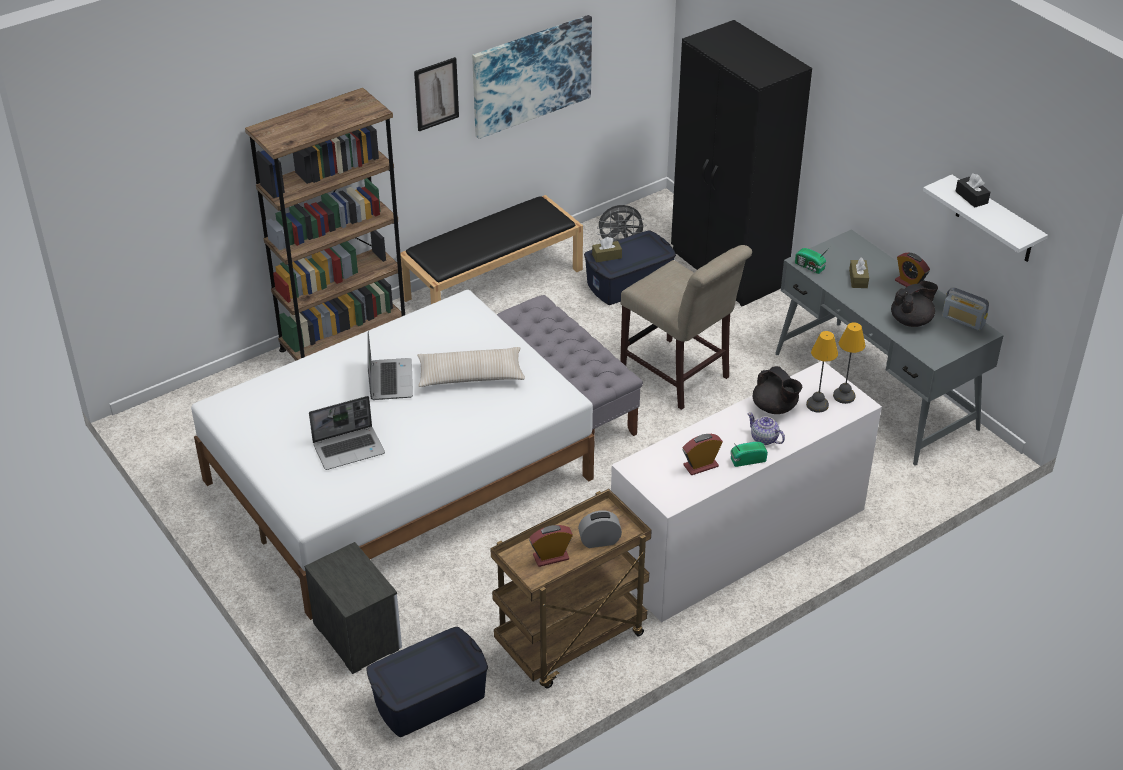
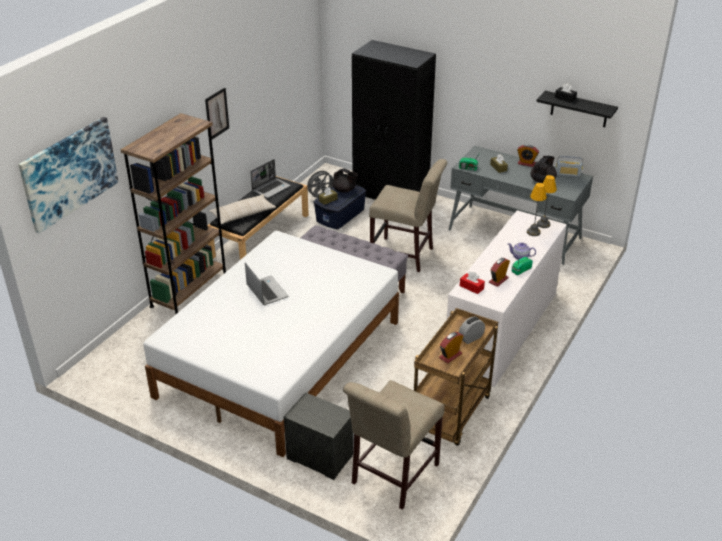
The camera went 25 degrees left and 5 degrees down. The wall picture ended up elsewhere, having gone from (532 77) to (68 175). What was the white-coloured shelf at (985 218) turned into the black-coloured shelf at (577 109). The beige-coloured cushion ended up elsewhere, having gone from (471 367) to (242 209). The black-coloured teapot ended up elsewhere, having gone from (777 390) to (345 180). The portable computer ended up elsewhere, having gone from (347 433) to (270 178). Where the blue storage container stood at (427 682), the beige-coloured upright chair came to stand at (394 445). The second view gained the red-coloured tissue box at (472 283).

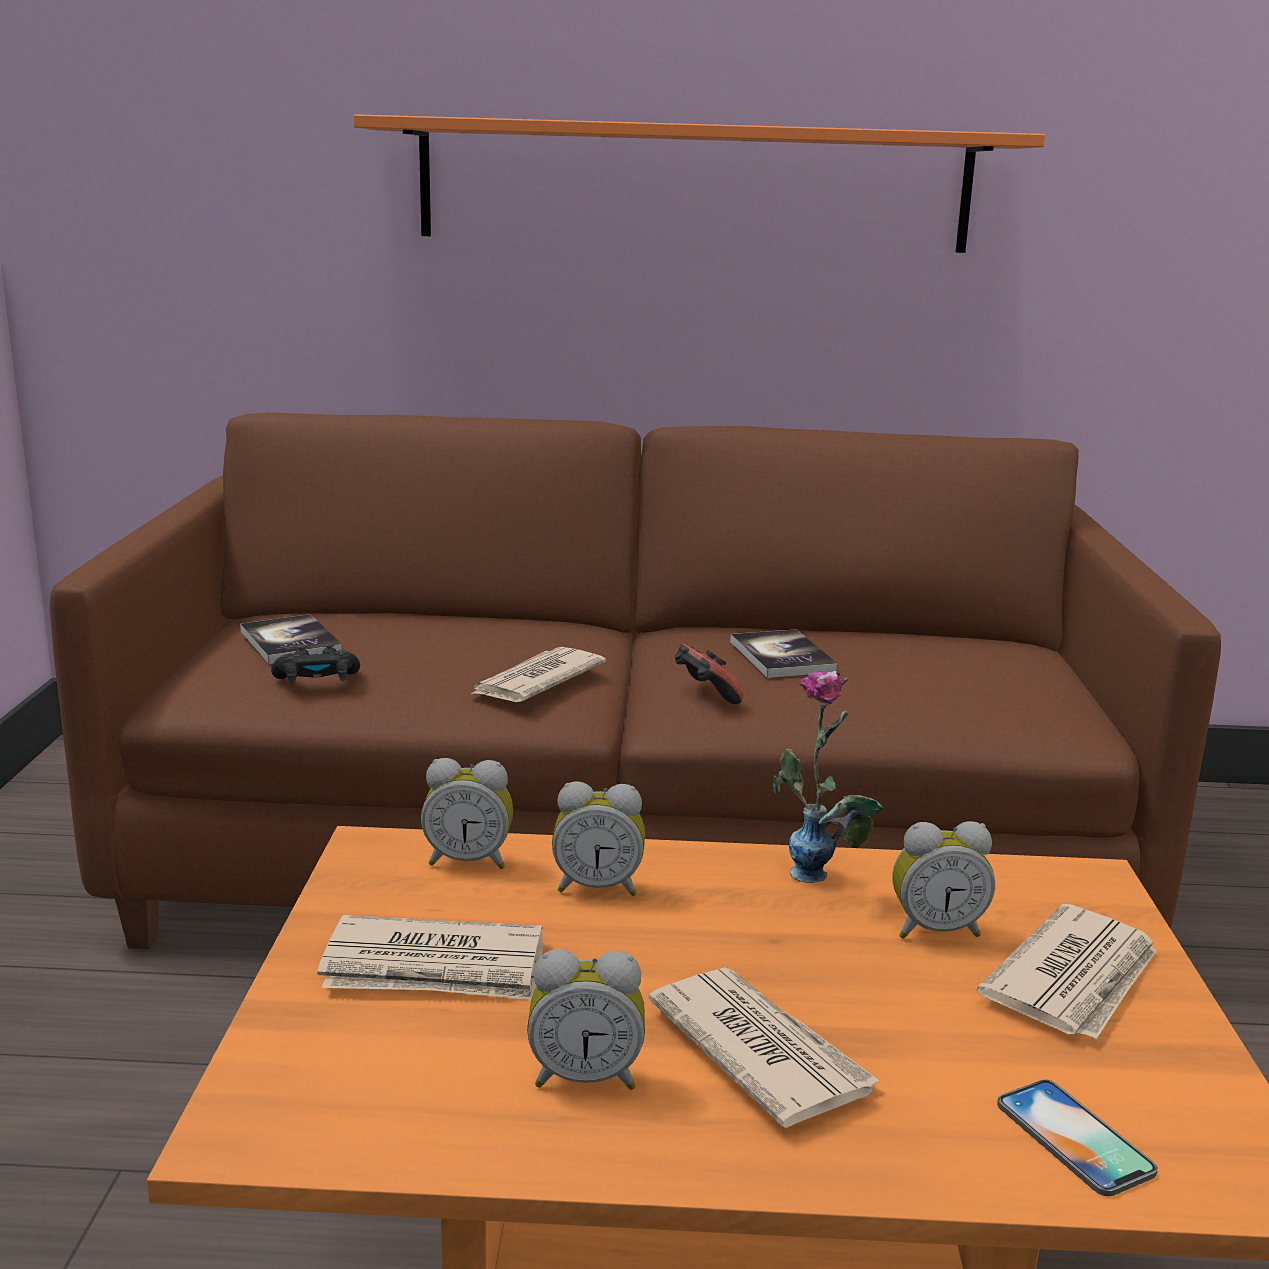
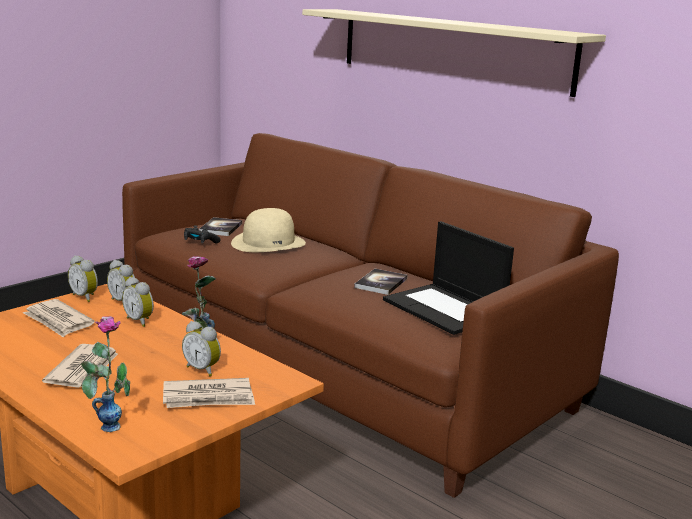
The camera went 40 degrees right and 0 degrees up. What was the orange-coloured shelf at (699 183) turned into the beige-coloured shelf at (454 53). The second view lost the game controller at (709 674). The second view lost the printed paper at (538 674). The bedside clock ended up elsewhere, having gone from (586 1019) to (83 278). Where the telephone stood at (1077 1137), the flower vase came to stand at (105 374). The second view gained the beige-coloured hat at (268 230). The second view gained the portable computer at (448 278).

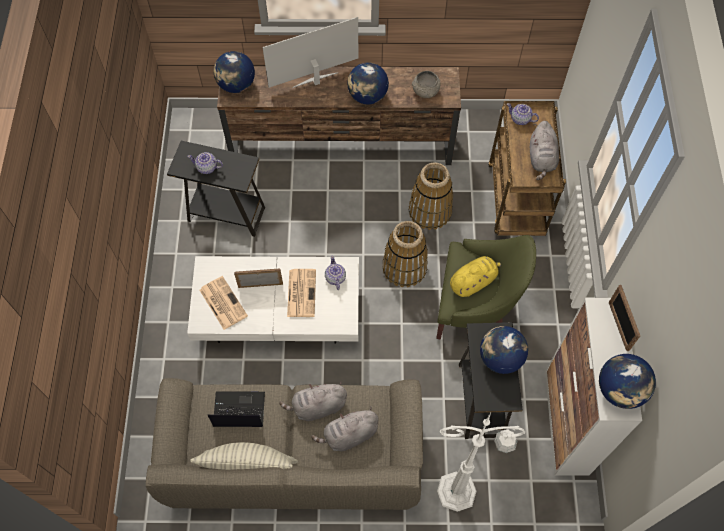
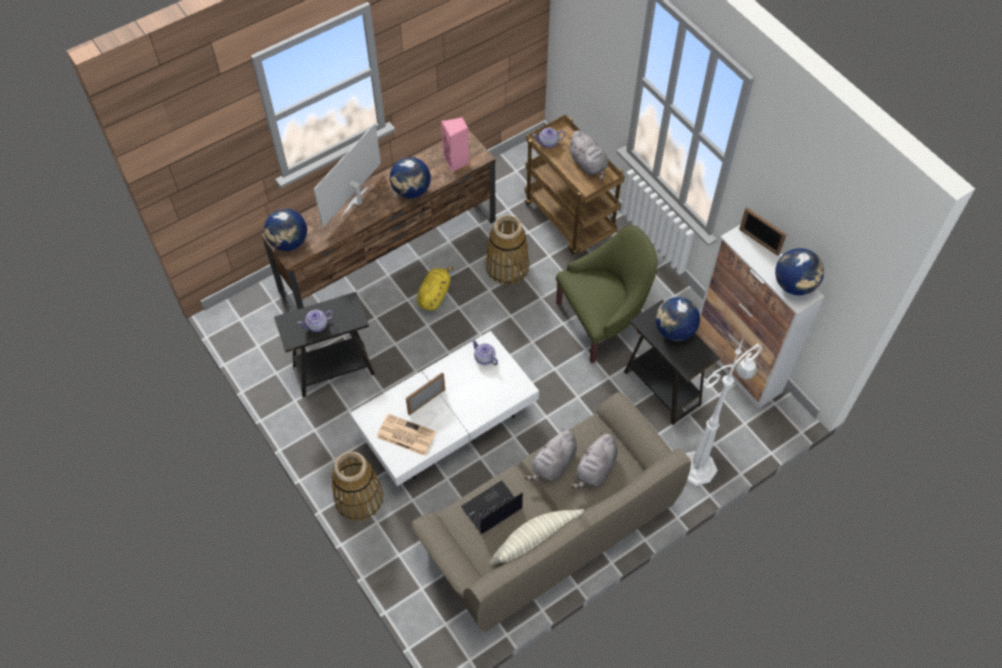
The camera went 35 degrees left and 5 degrees down. Where the greyish serving bowl stood at (426 84), the pinkish loudspeaker came to stand at (455 144). The household basket ended up elsewhere, having gone from (405 254) to (357 486). The yellowish soft toy ended up elsewhere, having gone from (475 276) to (435 289). The second view lost the printed paper at (301 293).

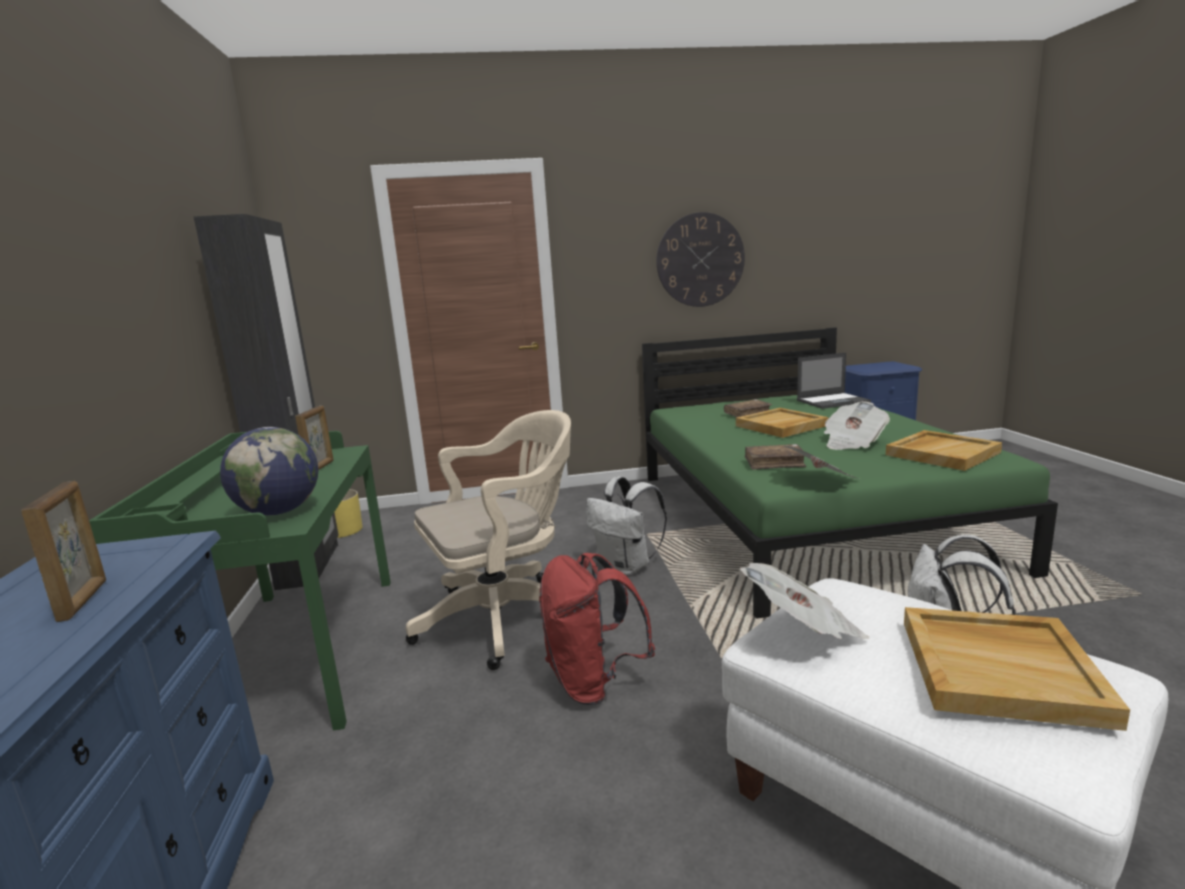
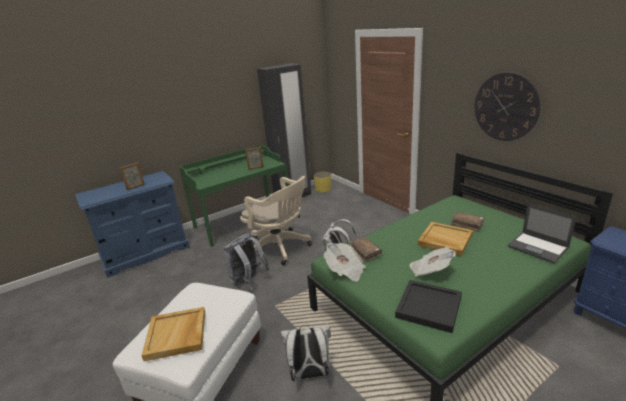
The camera went 65 degrees right and 10 degrees up. The second view lost the globe at (269 471). What was the beige-coloured serving tray at (944 450) turned into the black-coloured serving tray at (428 306). What was the red-coloured backpack at (597 629) turned into the greyish backpack at (247 259). The second view lost the printed paper at (804 601).

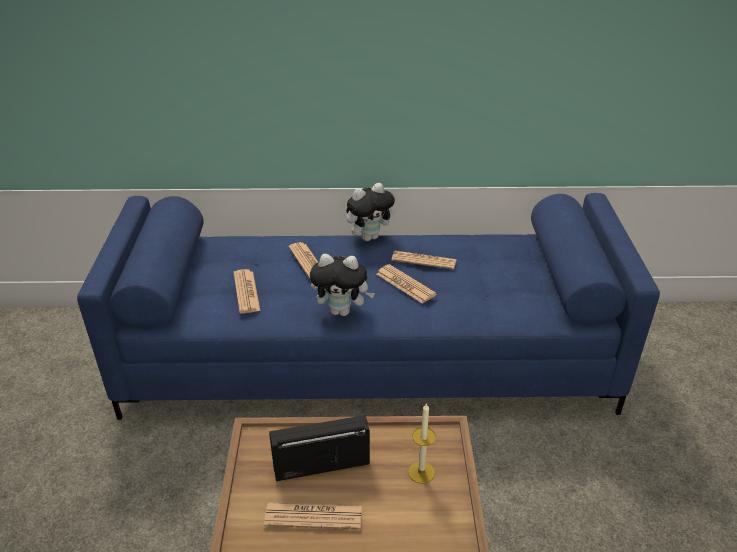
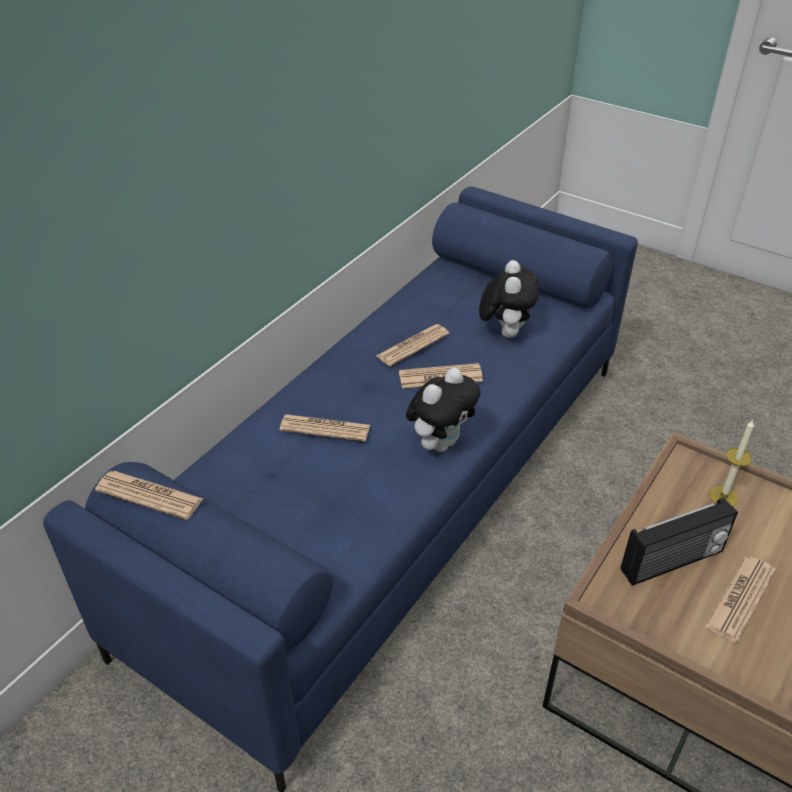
The camera went 55 degrees left and 5 degrees up. The soft toy ended up elsewhere, having gone from (371 212) to (509 299). The printed paper ended up elsewhere, having gone from (247 291) to (149 495). The radio set at (319 448) ended up facing another way, 135 degrees counterclockwise from before.

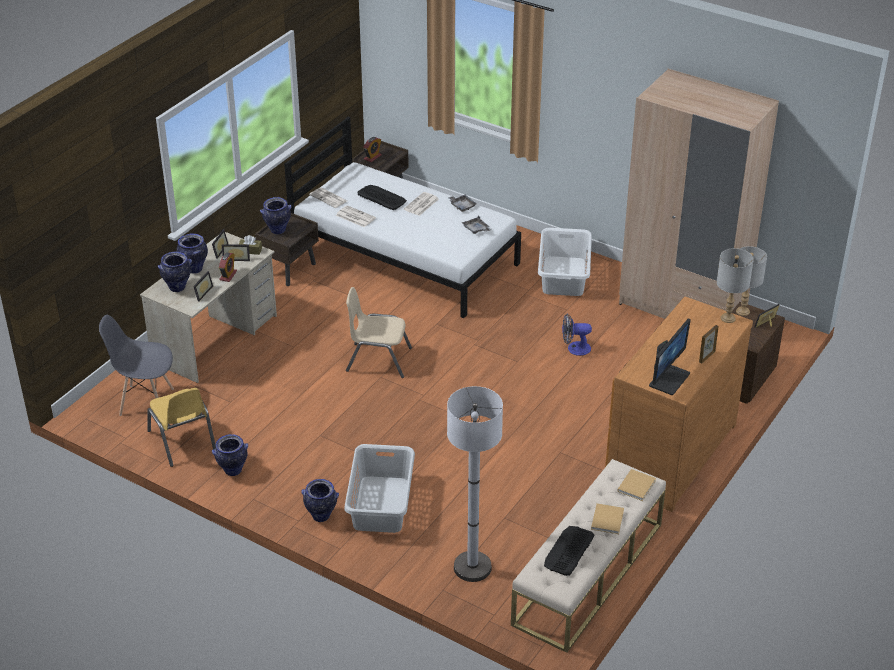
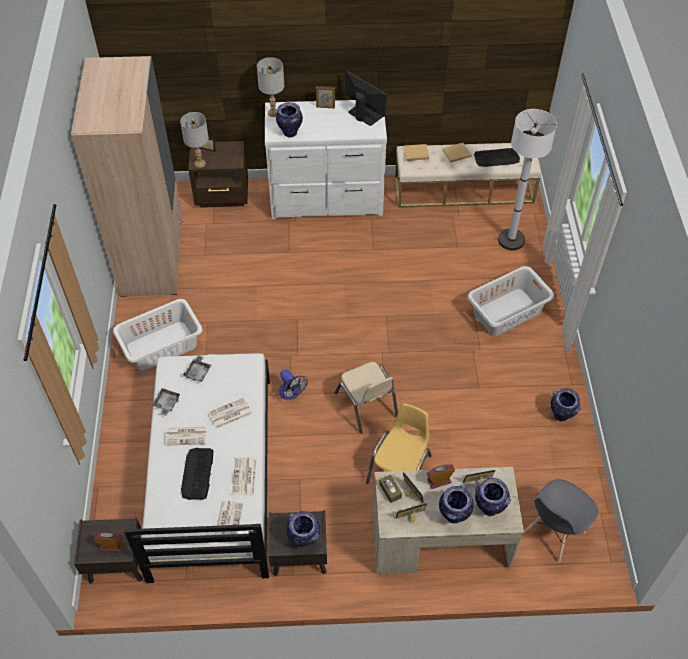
The camera went 125 degrees left and 15 degrees up. What was the brown dresser at (679 404) turned into the white-coloured dresser at (326 159). The fan ended up elsewhere, having gone from (577 335) to (293 384). The greyish upright chair at (136 365) ended up facing another way, 75 degrees clockwise from before. The monitor at (670 356) ended up facing another way, 45 degrees clockwise from before. The yellowish upright chair ended up elsewhere, having gone from (181 427) to (399 443). The flower vase ended up elsewhere, having gone from (320 500) to (289 119). The second view gained the printed paper at (230 413).

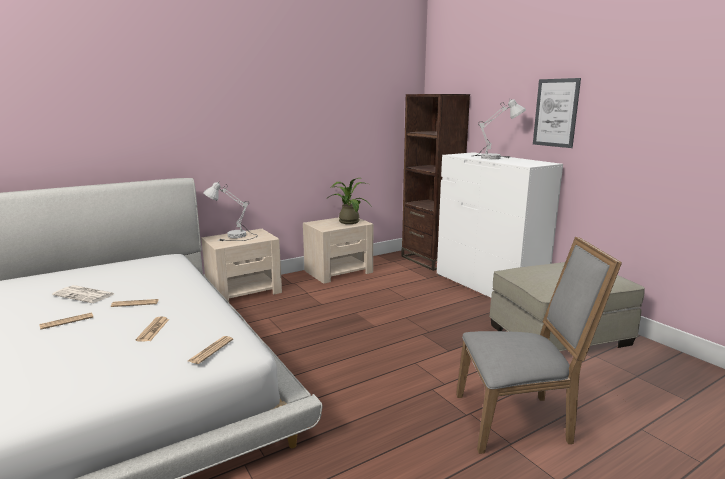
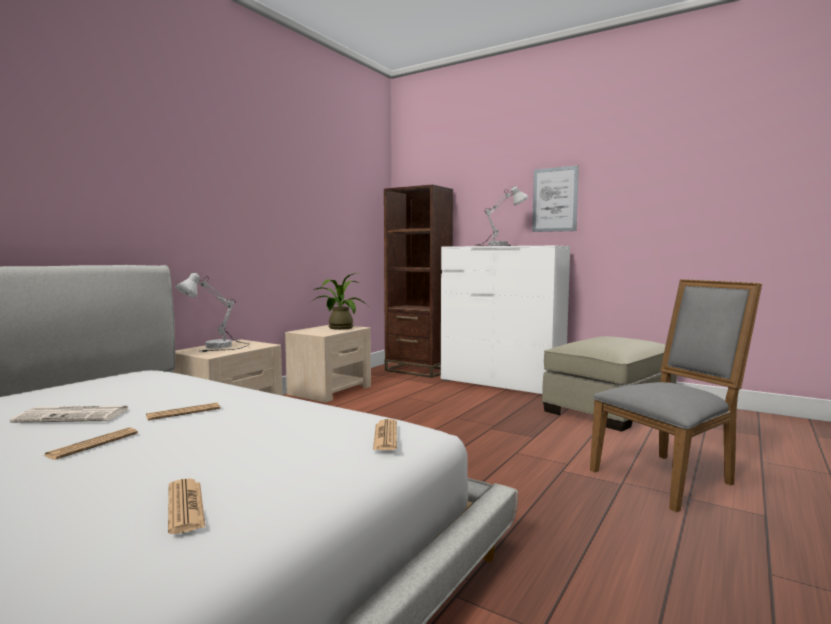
The camera went 25 degrees left and 10 degrees down. The printed paper ended up elsewhere, having gone from (152 328) to (186 506).

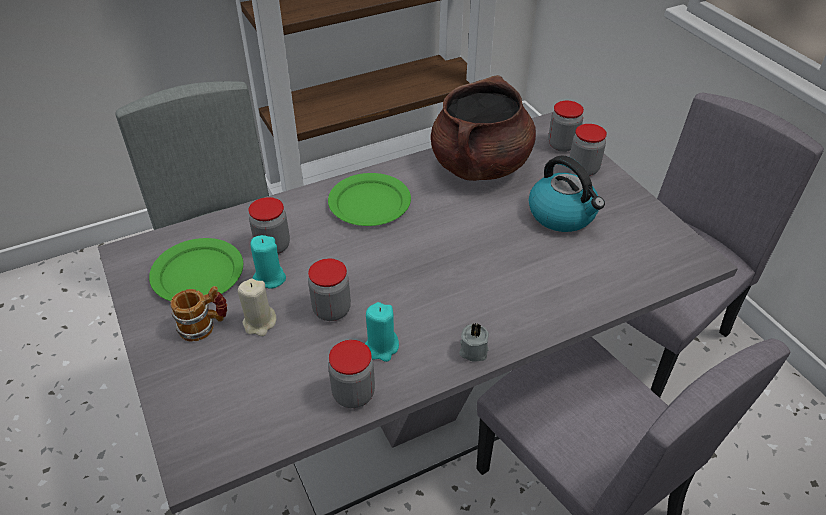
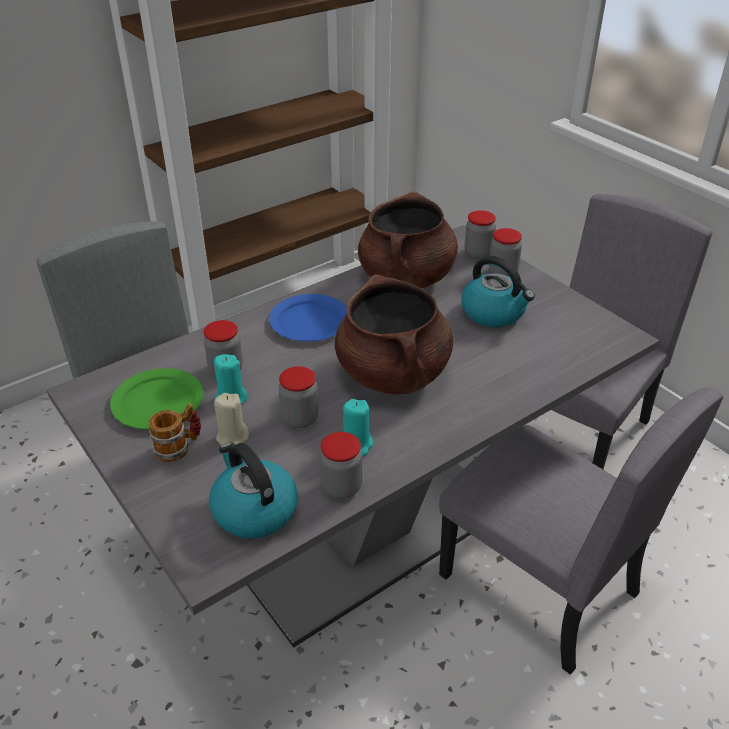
The camera went 10 degrees left and 5 degrees down. What was the green-coloured plate at (369 199) turned into the blue plate at (308 317). The second view lost the greyish wax candle at (474 342). The second view gained the brown saucepot at (394 334). The second view gained the water kettle at (253 490).

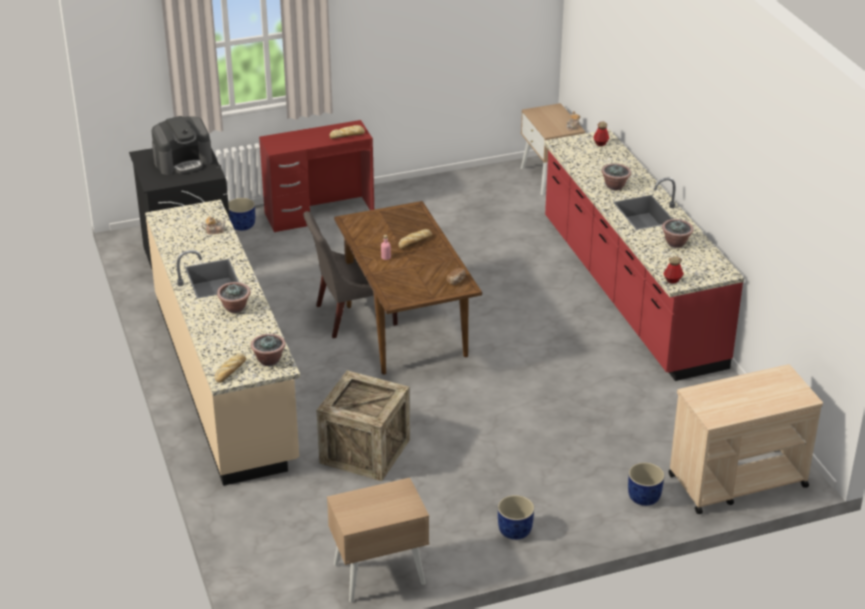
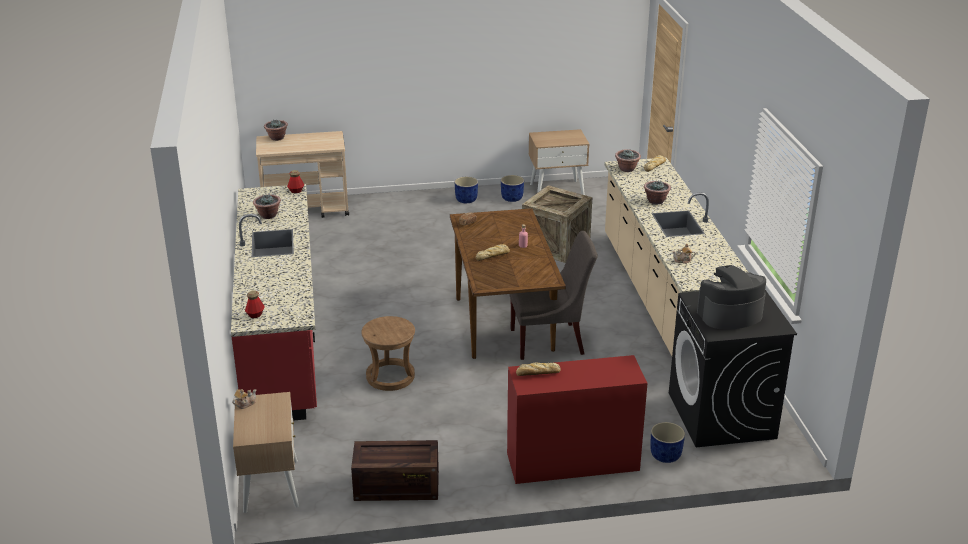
The camera went 170 degrees left and 5 degrees down. The plant in a pot ended up elsewhere, having gone from (616 177) to (276 130). The blue flower pot ended up elsewhere, having gone from (646 484) to (512 188). The second view gained the brown sitting stool at (388 353). The second view gained the crate at (395 470).

